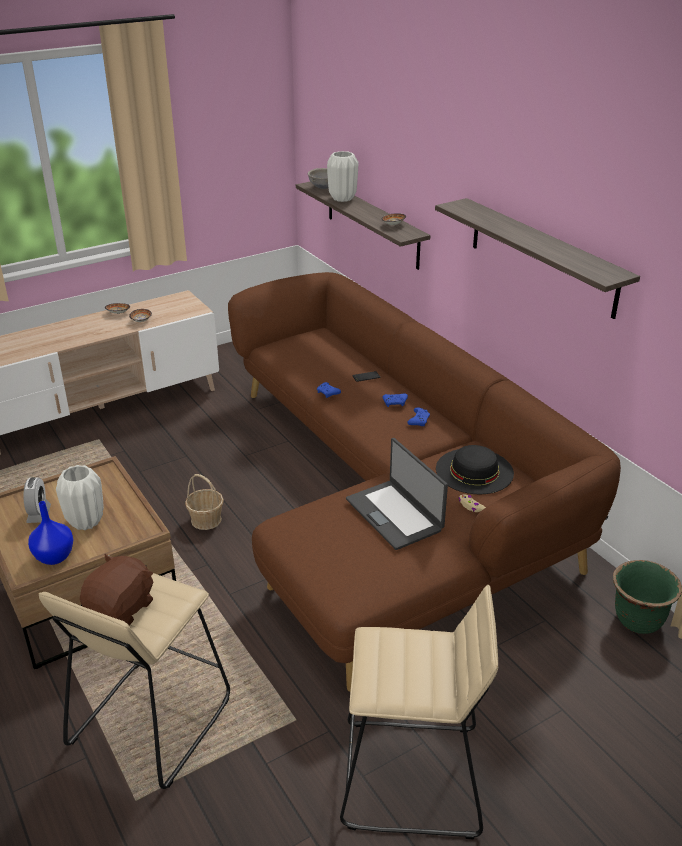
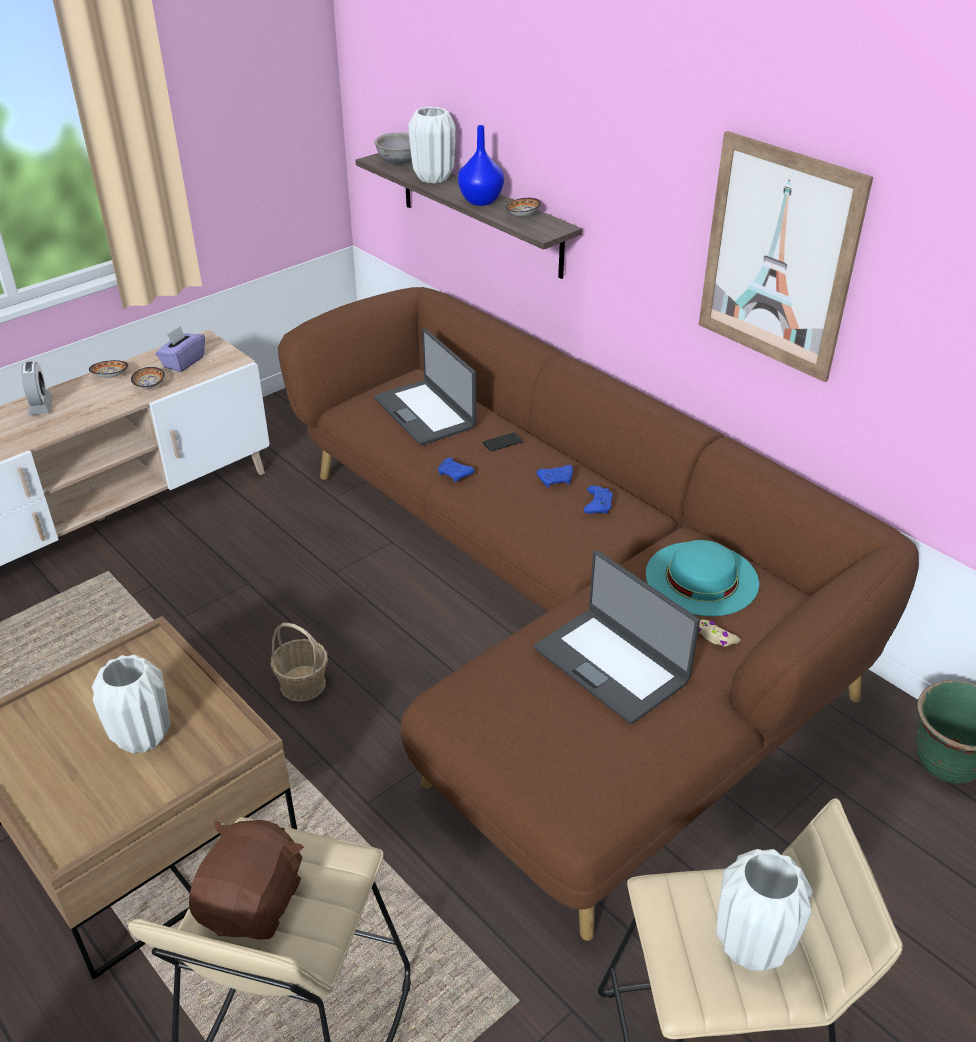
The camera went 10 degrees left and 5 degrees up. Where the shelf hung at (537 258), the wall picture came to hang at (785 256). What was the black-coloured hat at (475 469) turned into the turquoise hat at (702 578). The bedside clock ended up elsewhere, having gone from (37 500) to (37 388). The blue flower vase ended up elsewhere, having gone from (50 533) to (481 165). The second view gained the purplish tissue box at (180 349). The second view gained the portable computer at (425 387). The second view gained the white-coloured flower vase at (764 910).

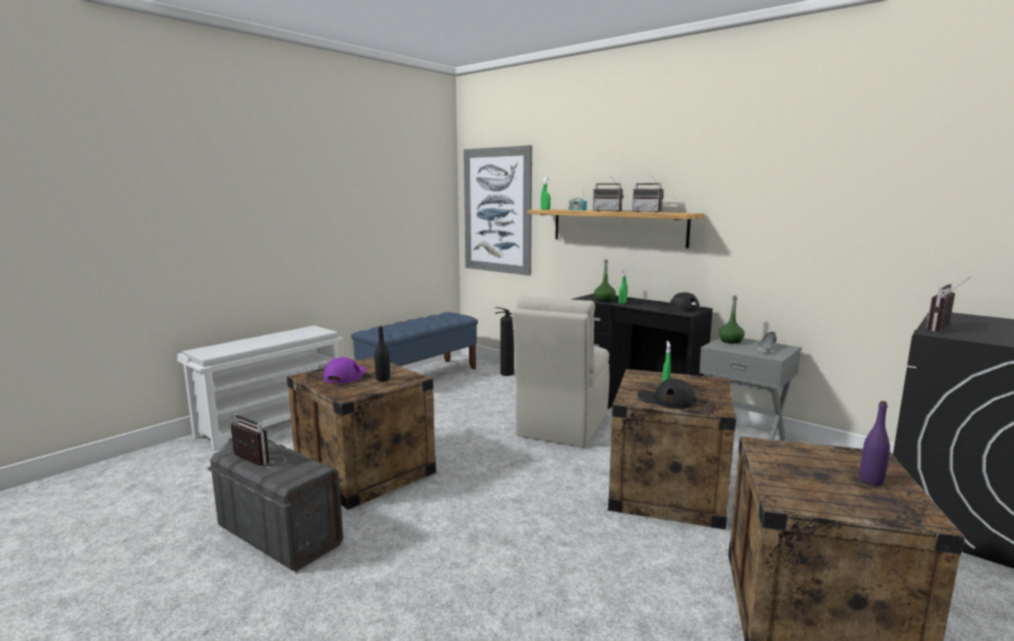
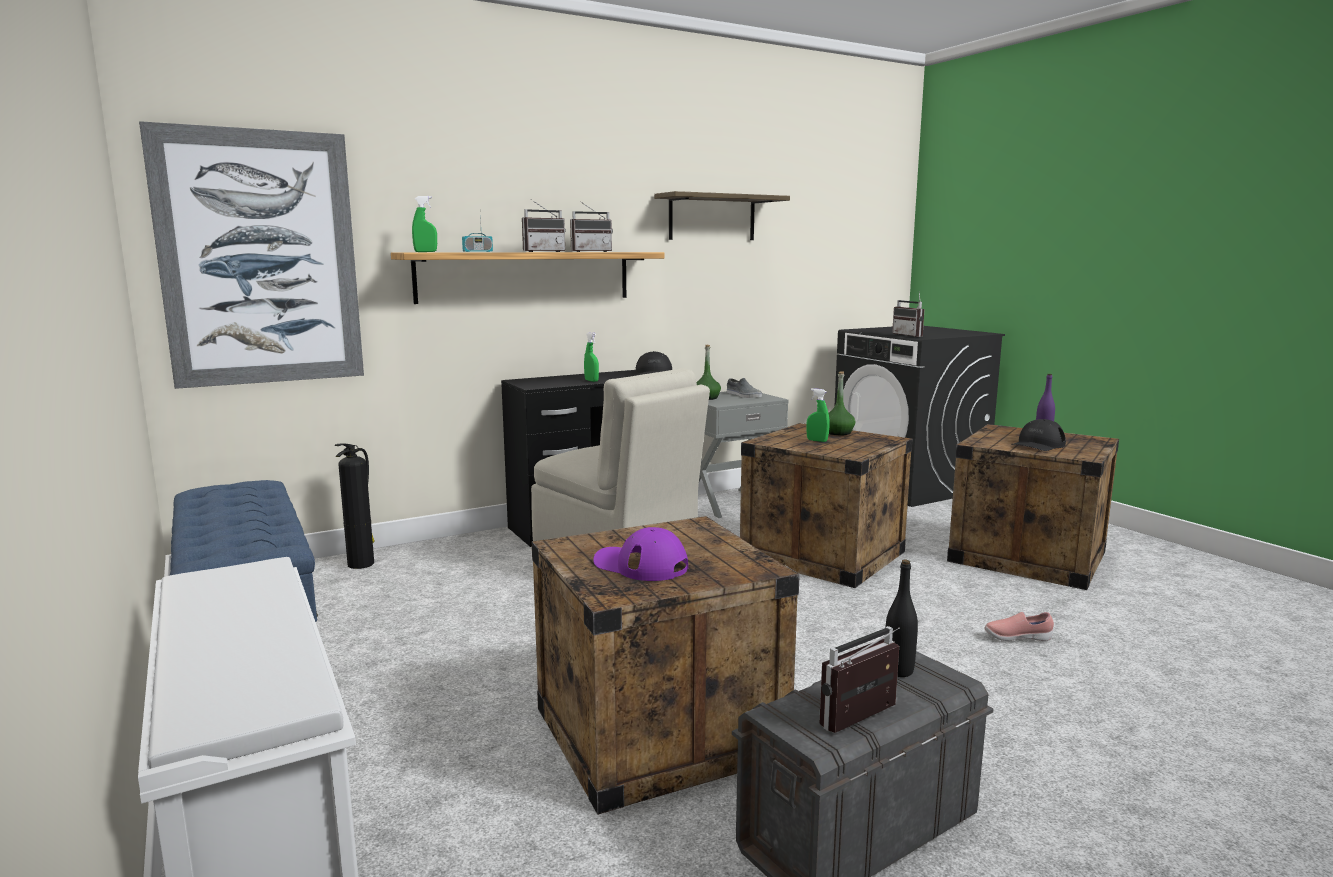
The camera went 70 degrees left and 0 degrees up. The green-coloured drink bottle ended up elsewhere, having gone from (605 280) to (842 403). The black-coloured drink bottle ended up elsewhere, having gone from (382 353) to (901 618). The black-coloured baseball cap ended up elsewhere, having gone from (666 393) to (1038 435). The second view gained the shelf at (722 215). The second view gained the pinkish low shoe at (1019 626).

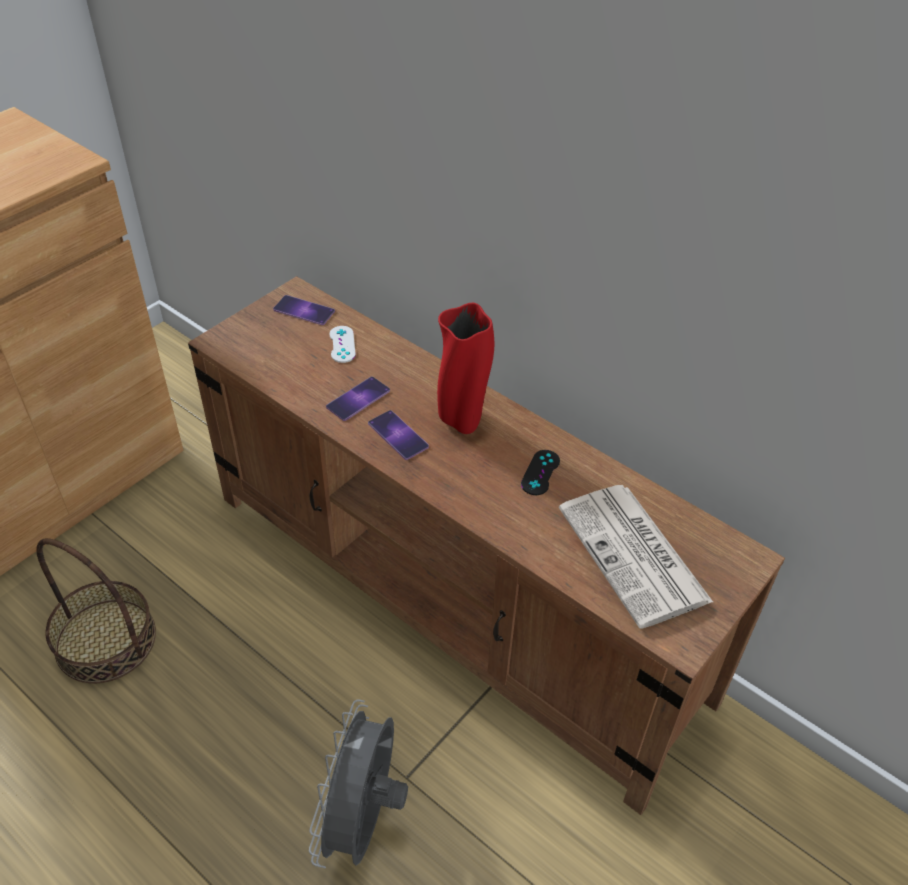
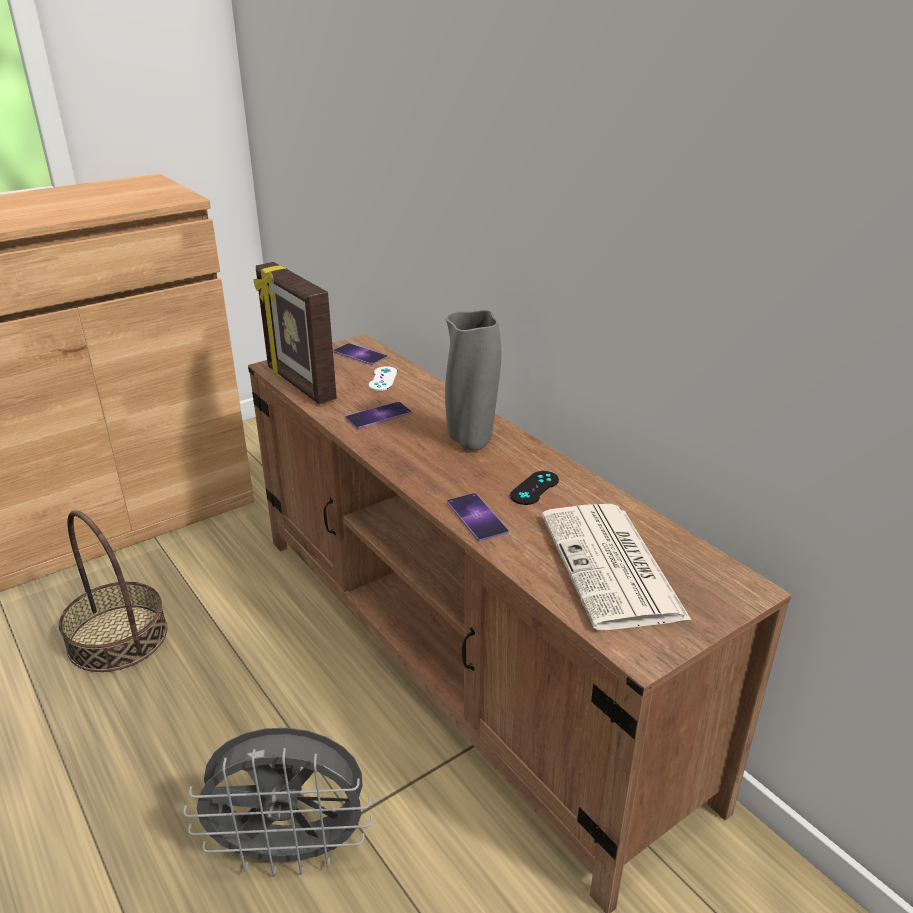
The camera went 15 degrees right and 15 degrees down. What was the red-coloured flower vase at (465 368) turned into the greyish flower vase at (473 380). The telephone ended up elsewhere, having gone from (398 435) to (478 517). The greyish fan at (358 784) ended up facing another way, 120 degrees counterclockwise from before. The second view gained the photo frame at (295 333).

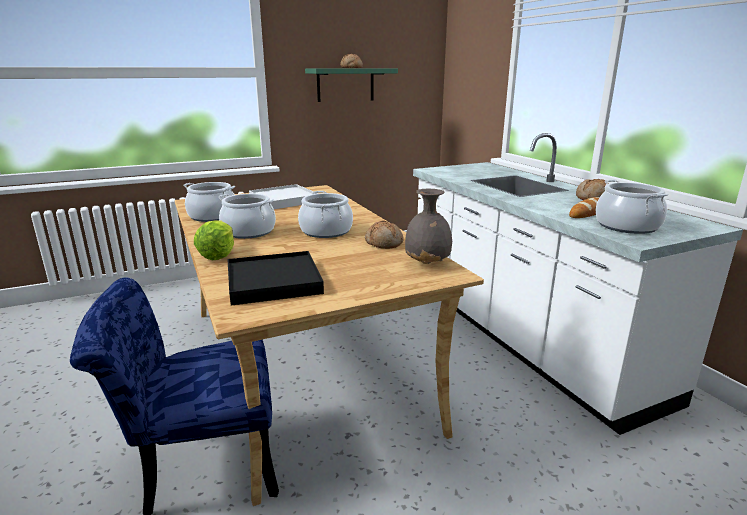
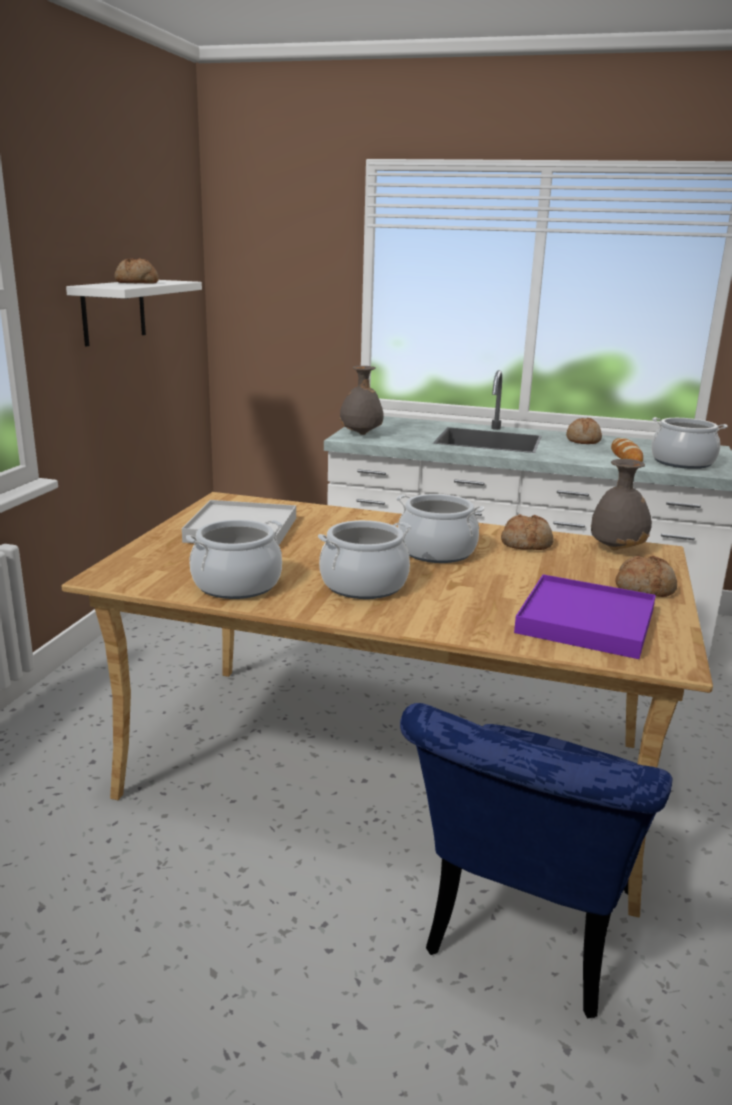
The camera went 50 degrees left and 0 degrees up. What was the green-coloured shelf at (351 85) turned into the white-coloured shelf at (134 313). The second view lost the lettuce head at (214 240). What was the black-coloured serving tray at (275 278) turned into the purplish serving tray at (585 616). The second view gained the greyish flower vase at (361 400). The second view gained the bakery bread at (646 576).

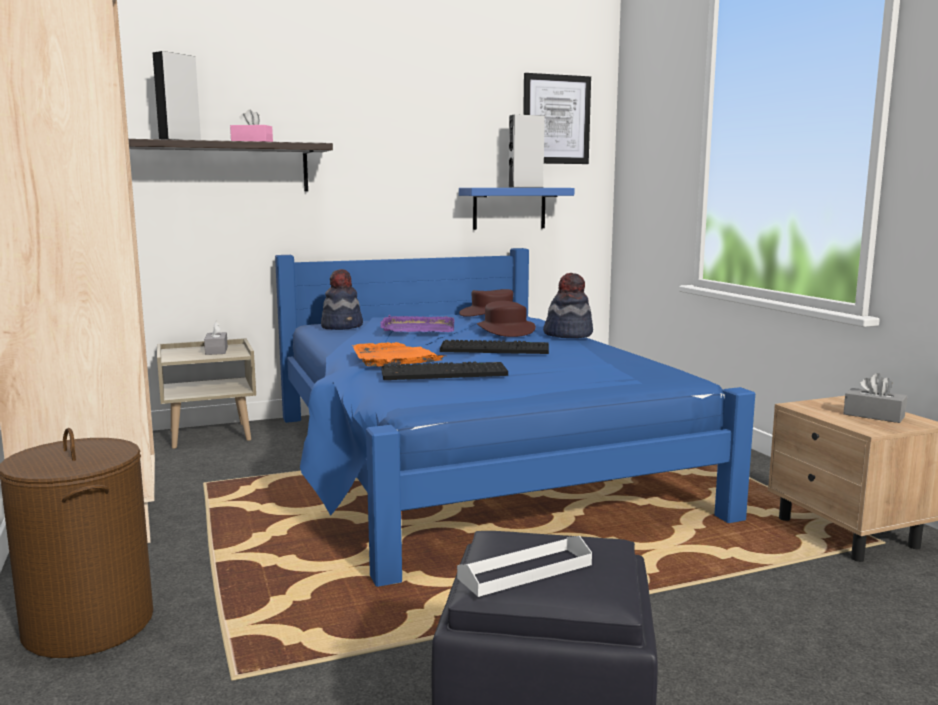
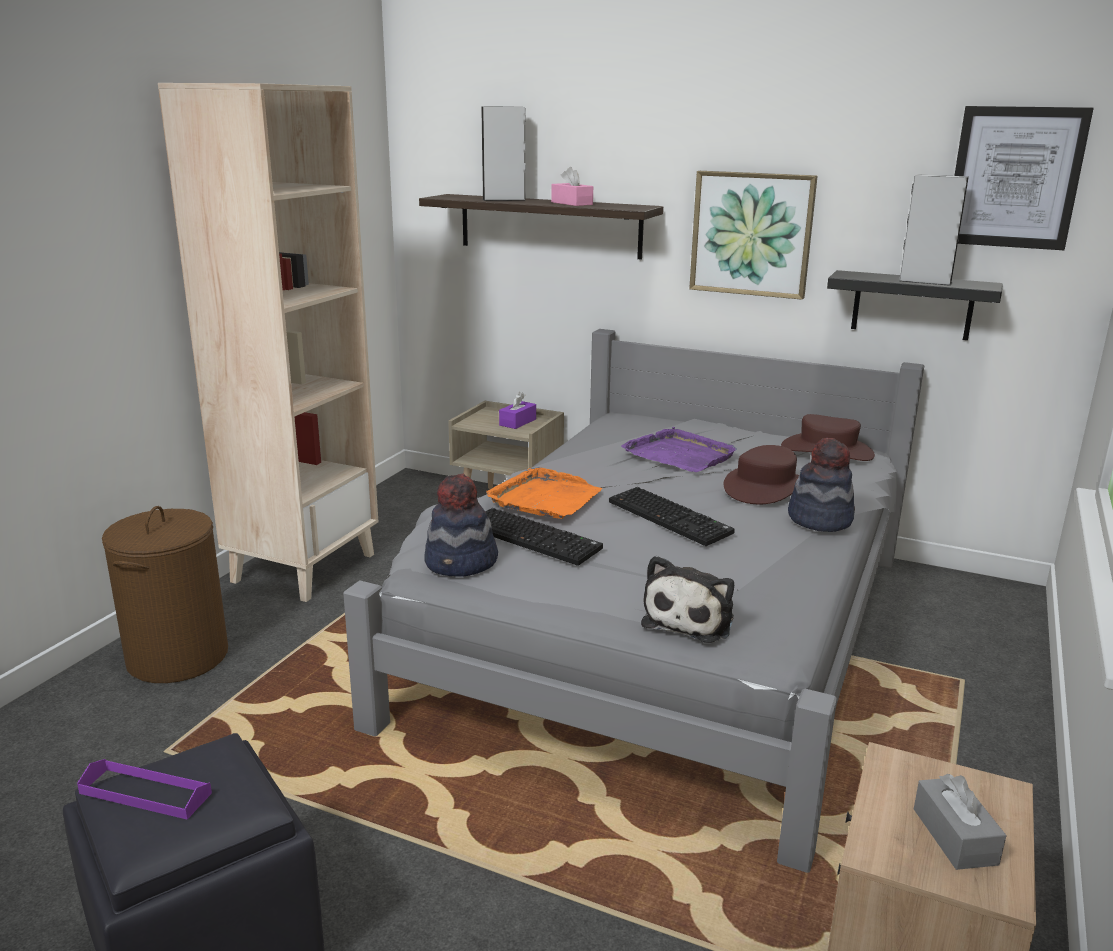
The camera went 45 degrees right and 10 degrees up. What was the blue shelf at (517 209) turned into the black-coloured shelf at (914 305). What was the blue bed at (515 417) turned into the greyish bed at (633 601). The hat ended up elsewhere, having gone from (342 299) to (461 525). What was the greyish tissue box at (216 338) turned into the purplish tissue box at (517 410). What was the white-coloured serving tray at (524 566) turned into the purplish serving tray at (144 789). The second view gained the wall picture at (753 235). The second view gained the soft toy at (687 599).

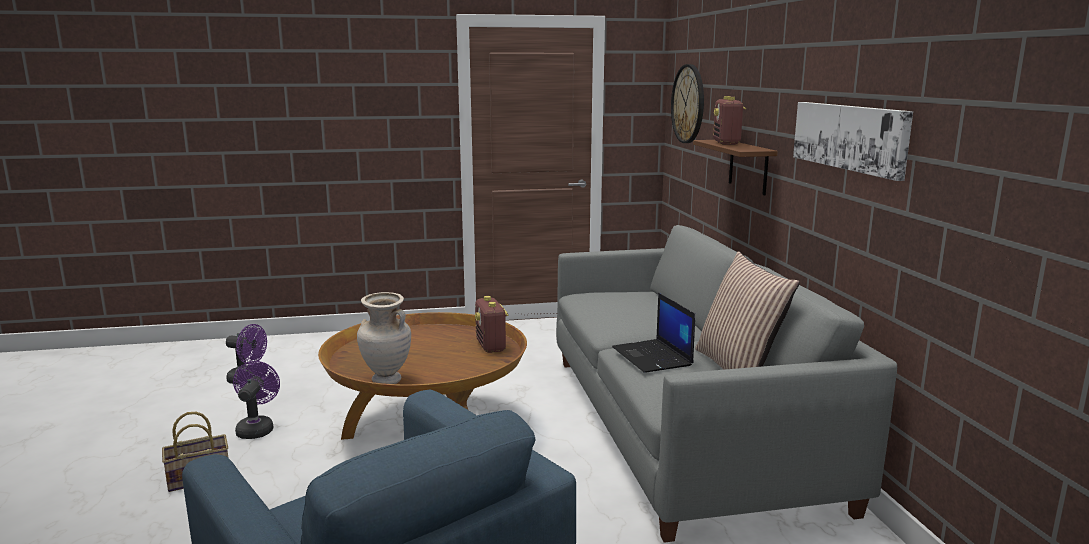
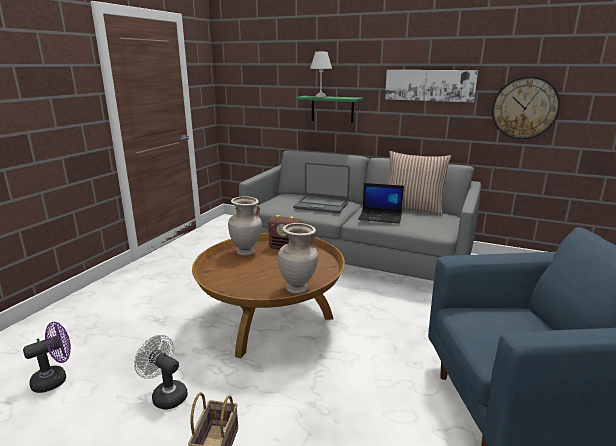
The camera went 55 degrees left and 5 degrees up. The hanging clock ended up elsewhere, having gone from (687 103) to (526 107). Where the radio set stood at (729 120), the white-coloured lamp for a table came to stand at (321 74). What was the brown shelf at (735 167) turned into the green-coloured shelf at (329 109). What was the purplish fan at (256 400) turned into the white-coloured fan at (161 372). The second view gained the portable computer at (321 187). The second view gained the beige-coloured flower vase at (245 226).

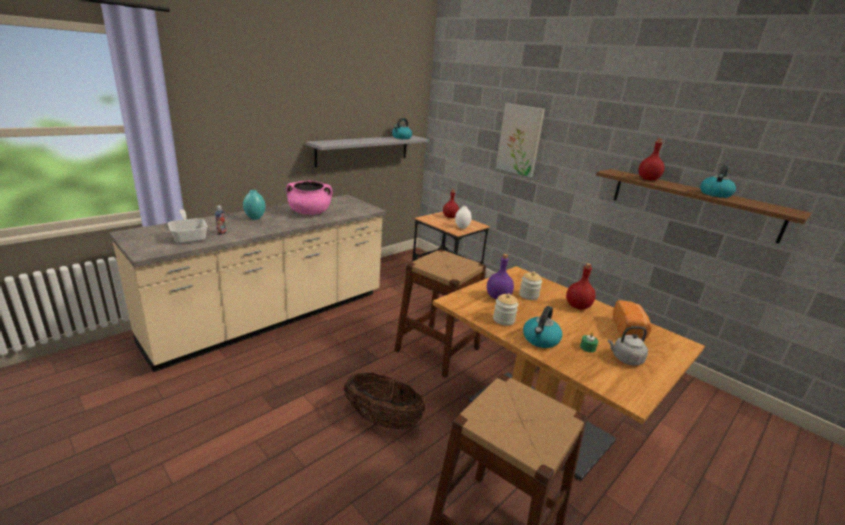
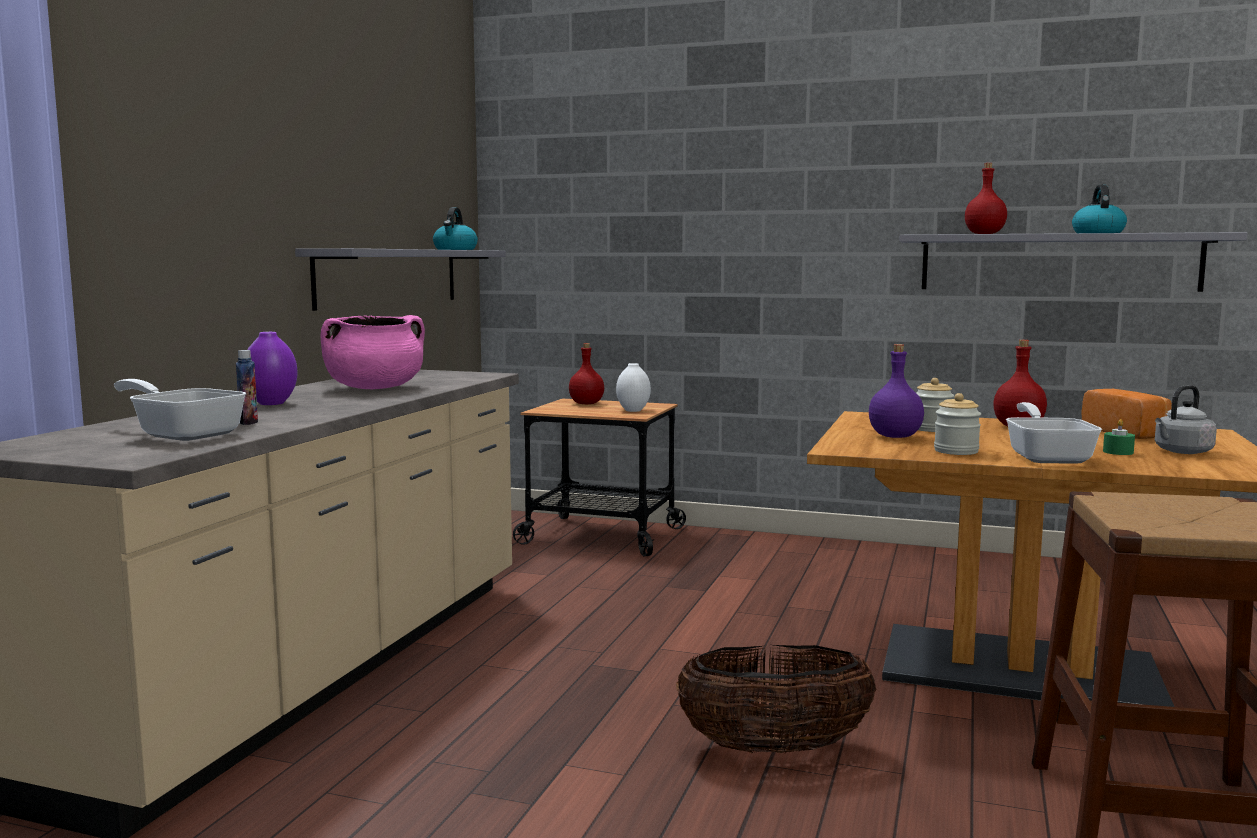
The camera went 25 degrees left and 15 degrees down. The second view lost the wall picture at (520 140). What was the brown shelf at (703 206) turned into the greyish shelf at (1073 262). What was the turquoise flower vase at (254 205) turned into the purplish flower vase at (272 368). The second view lost the brown sitting stool at (440 313). Where the water kettle stood at (543 327), the skillet came to stand at (1054 433).

